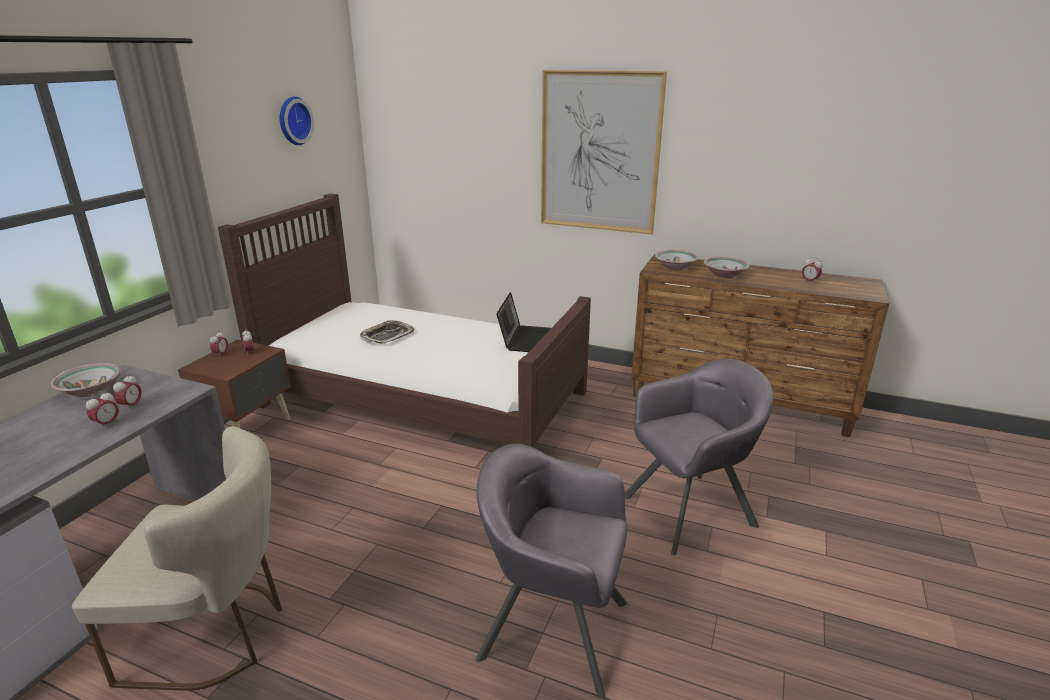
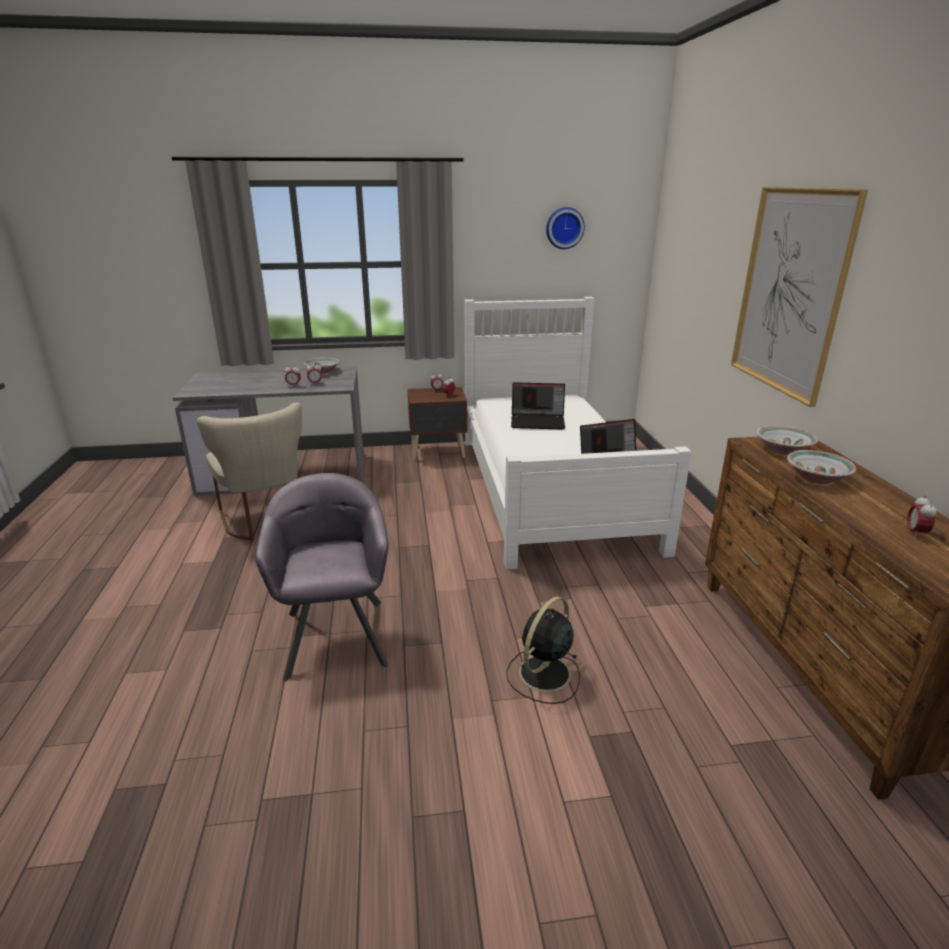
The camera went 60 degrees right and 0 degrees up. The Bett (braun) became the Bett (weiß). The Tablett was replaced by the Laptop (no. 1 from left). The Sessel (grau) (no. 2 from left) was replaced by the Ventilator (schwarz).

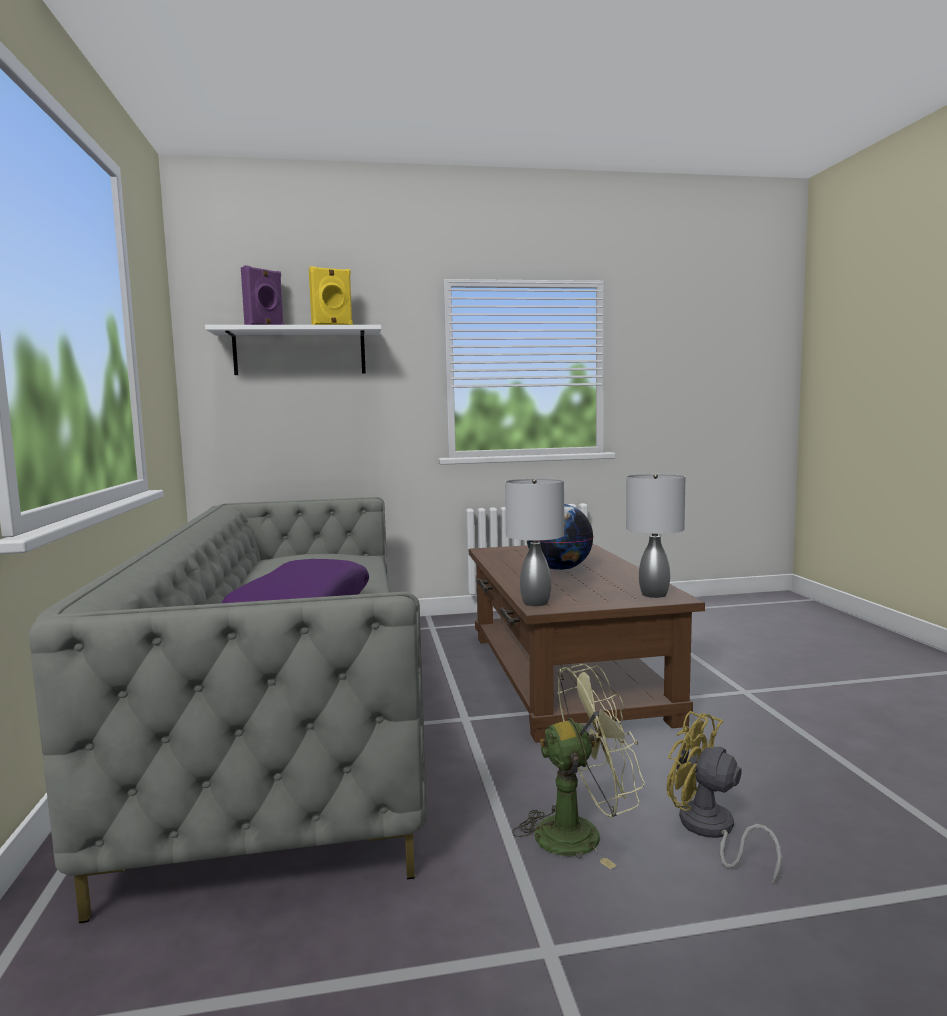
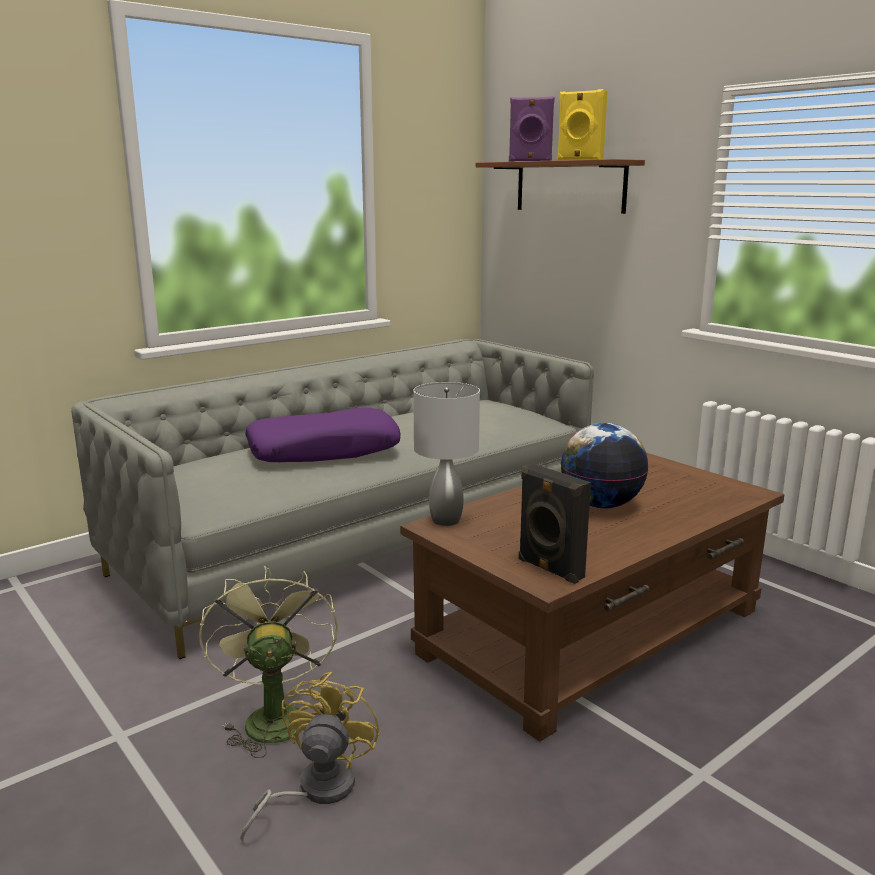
The camera went 60 degrees right and 10 degrees up. The Wandregal (weiß) became the Wandregal (braun). The Ventilator (grün) turned 150 degrees counterclockwise. The Tischlampe (grau) (no. 2 from left) was replaced by the Lautsprecher (schwarz).

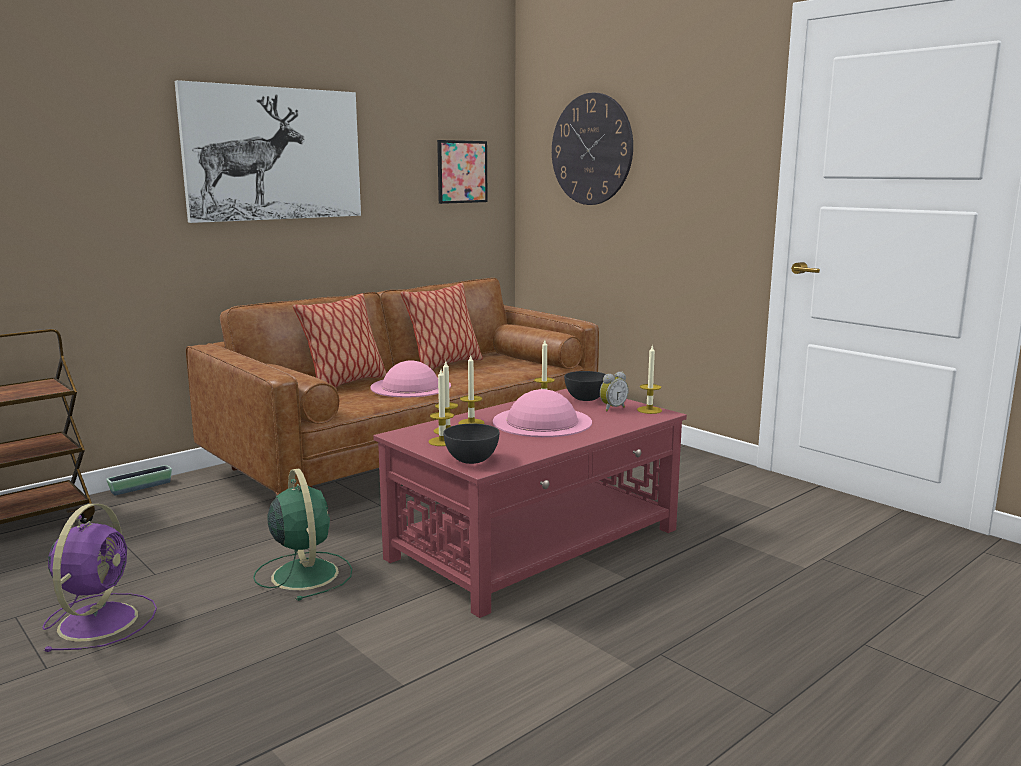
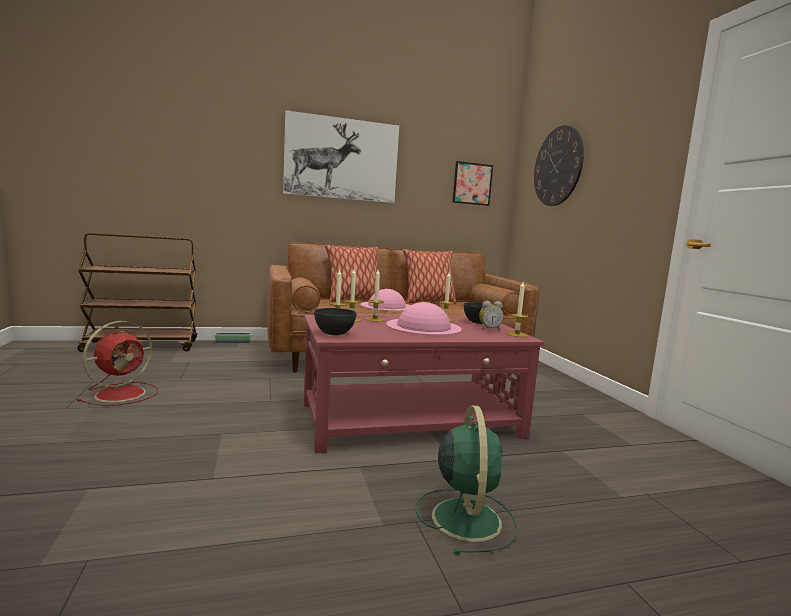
The camera went 25 degrees right and 5 degrees down. The Ventilator (lila) became the Ventilator (rot). The Ventilator (grün) moved.

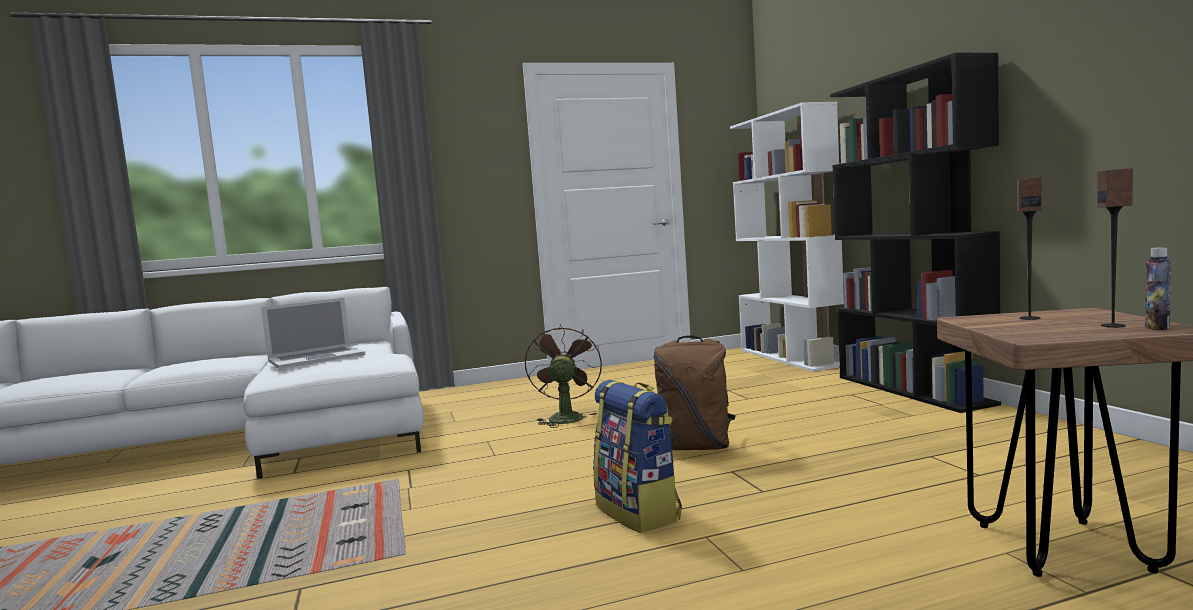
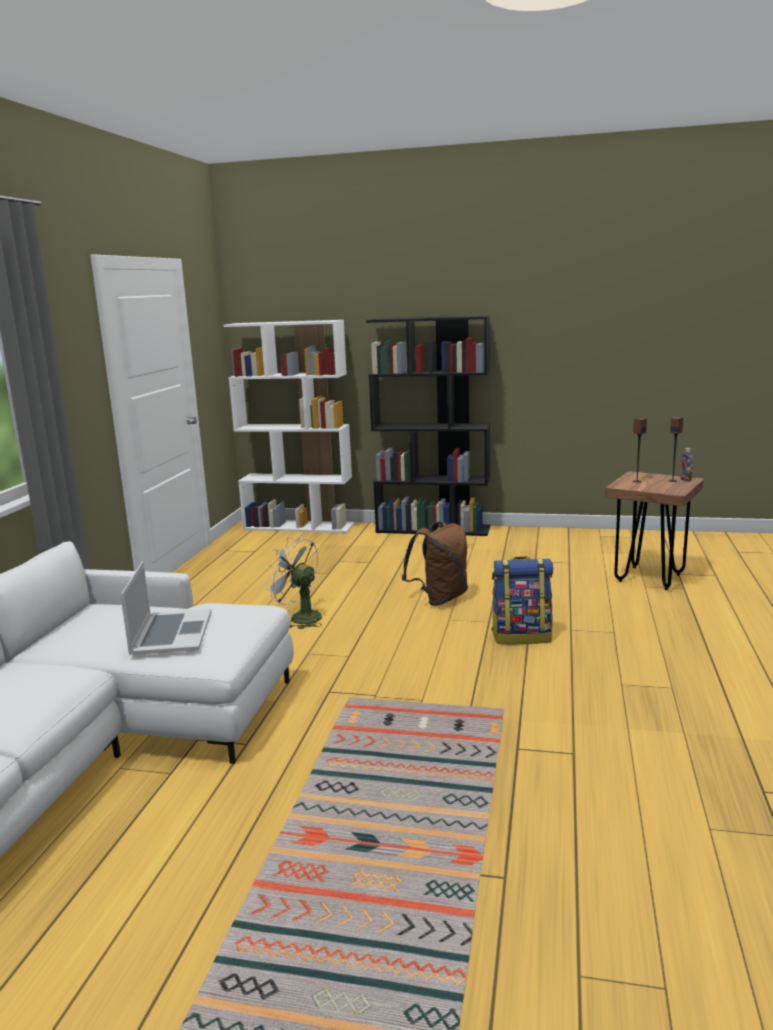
The camera went 60 degrees left and 10 degrees up. The Ventilator (braun) became the Ventilator (weiß).

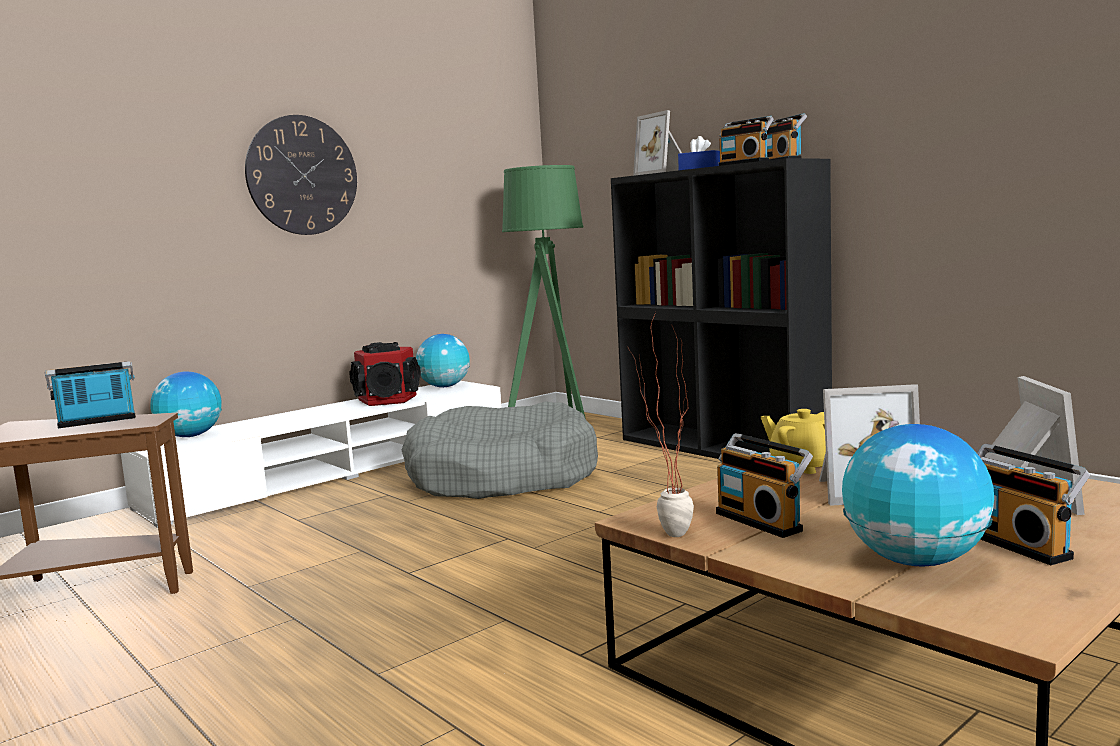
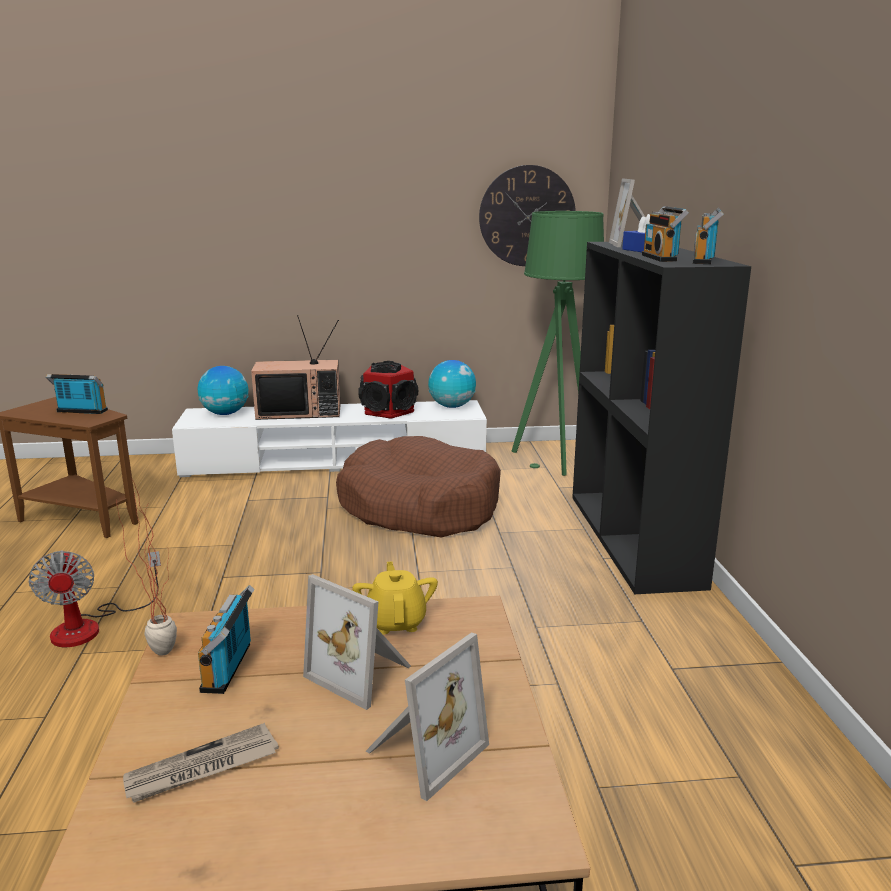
The camera went 35 degrees right and 10 degrees up. The Wanduhr moved. The Hundebett (grau) became the Hundebett (braun). The Globus (no. 3 from left) was replaced by the Zeitung. The Radio (no. 5 from left) disappeared. The Ventilator appeared. The Fernseher appeared.

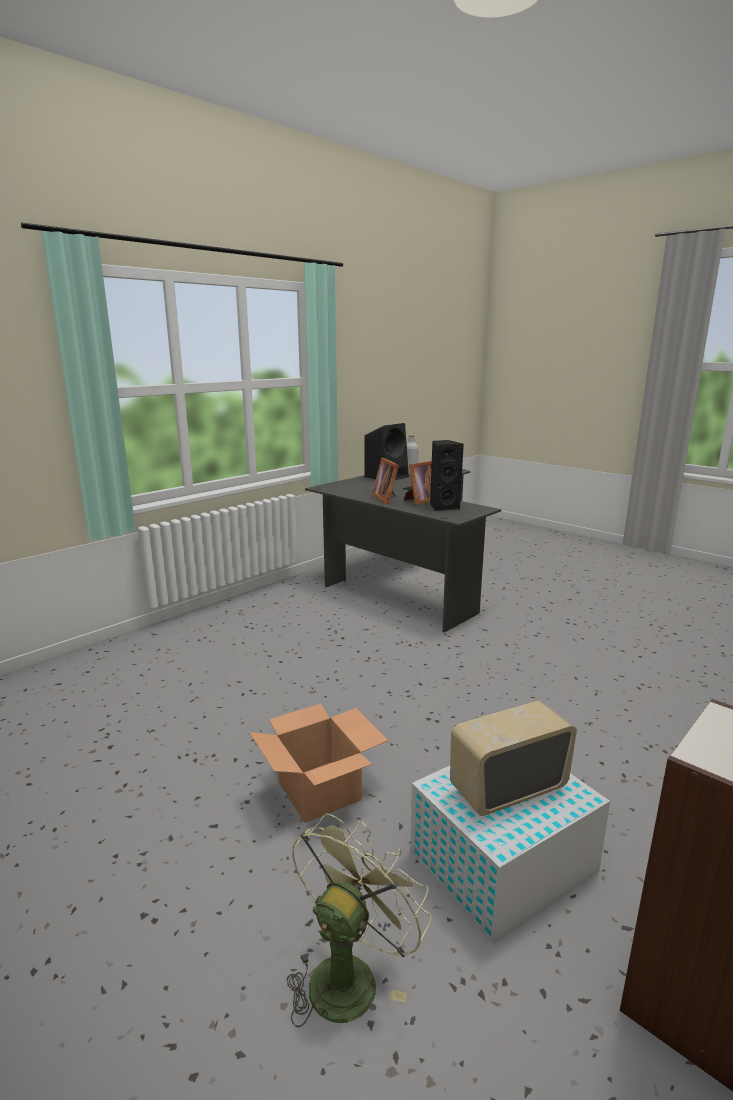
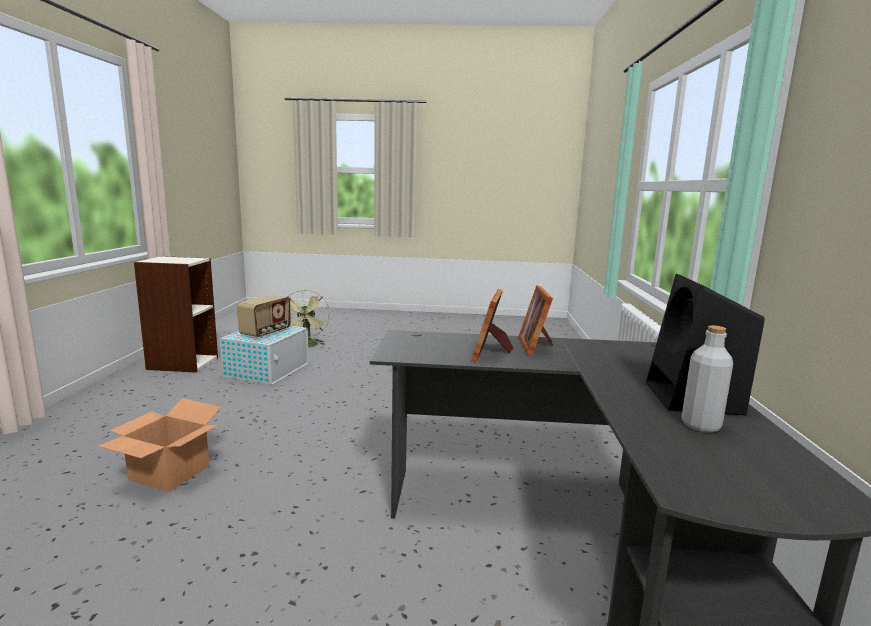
The camera went 140 degrees right and 5 degrees down. The Karton moved. The Bilderrahmen (no. 1 from left in the first image) turned 120 degrees counterclockwise. The Lautsprecher (schwarz) (no. 2 from left) disappeared.

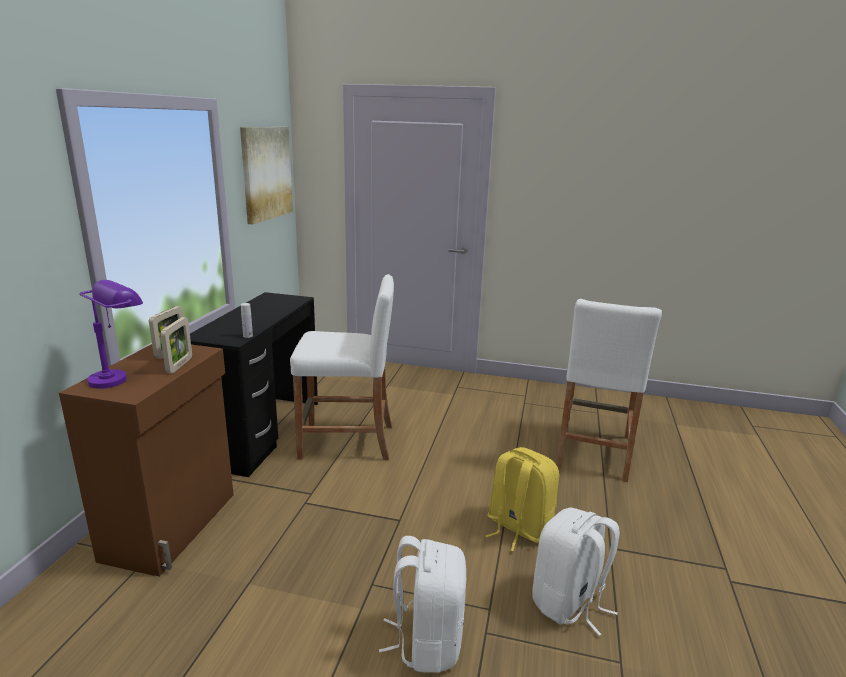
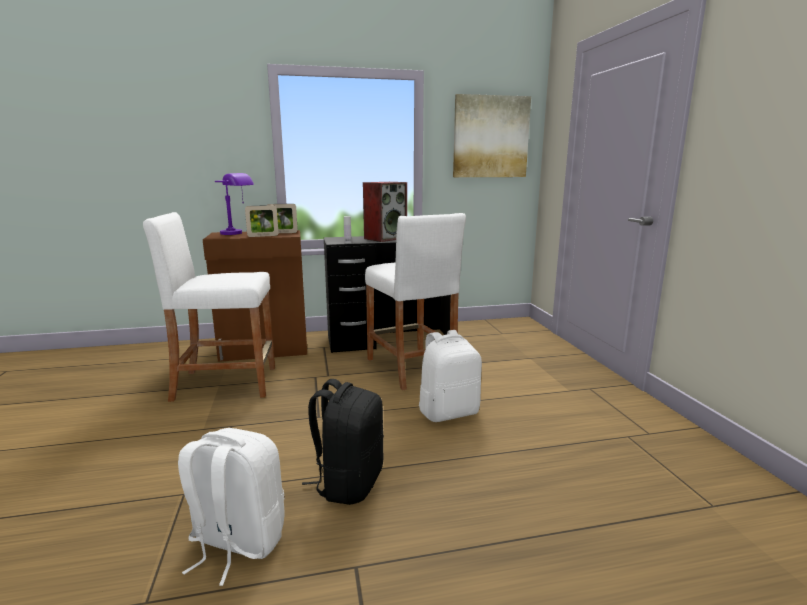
The camera went 65 degrees right and 5 degrees down. The Rucksack (weiß) (no. 1 from left in the first image) moved. The Rucksack (gelb) became the Rucksack (schwarz). The Hocker (weiß) (no. 2 from left in the first image) moved. The Lautsprecher appeared.

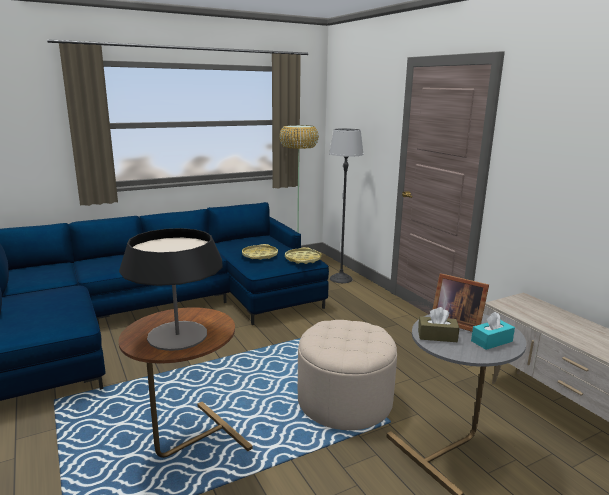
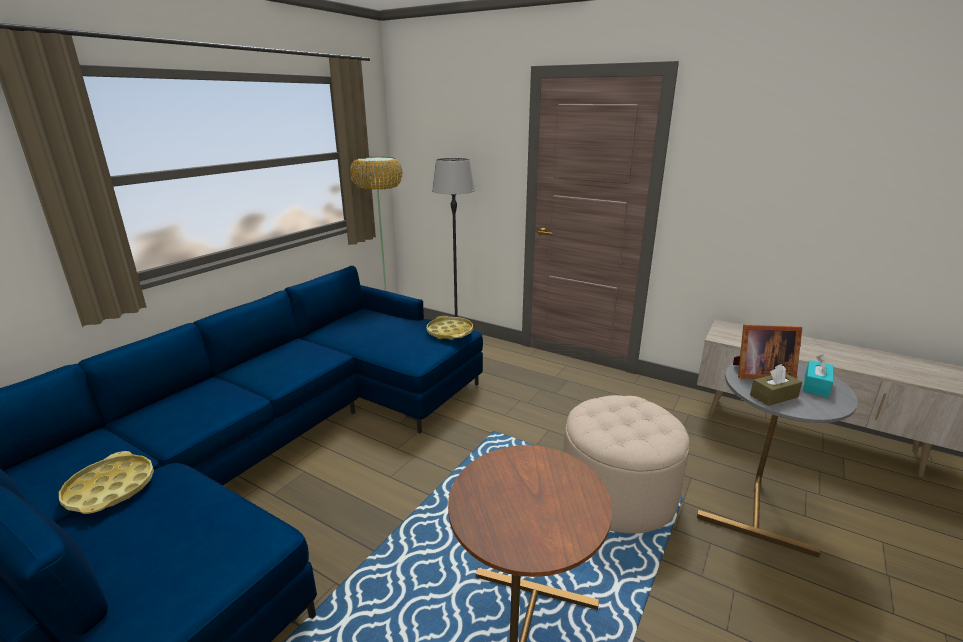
The camera went 30 degrees left and 5 degrees up. The Tischlampe disappeared. The Tablett (gelb) (no. 1 from left) moved.

